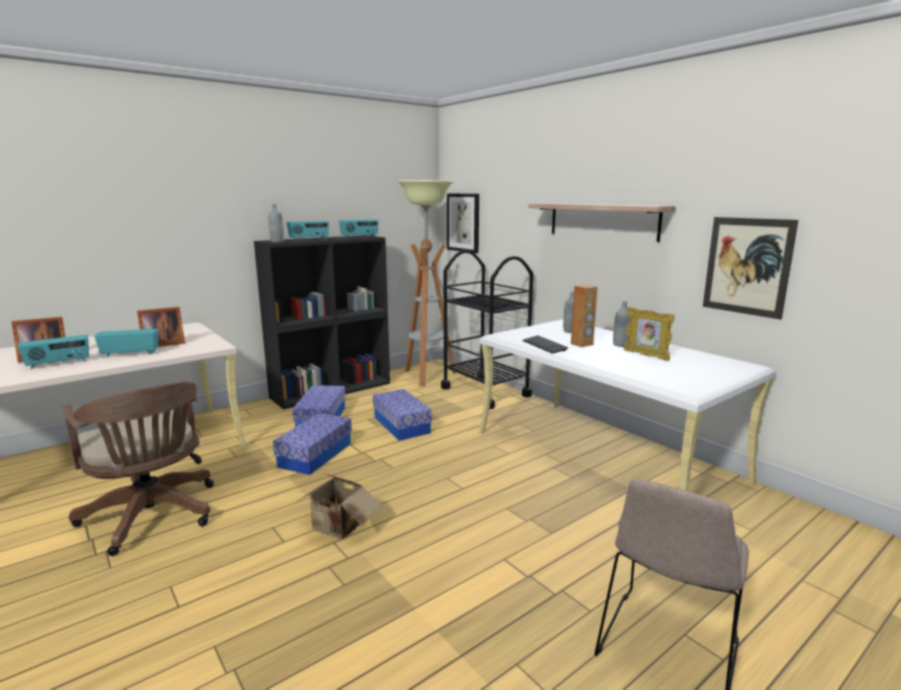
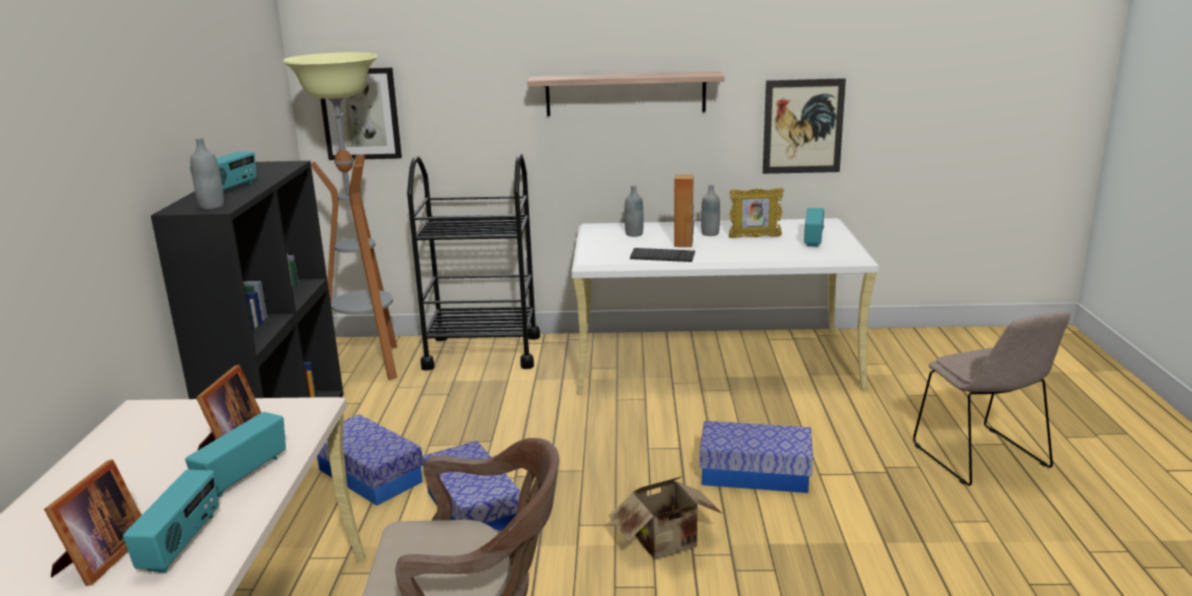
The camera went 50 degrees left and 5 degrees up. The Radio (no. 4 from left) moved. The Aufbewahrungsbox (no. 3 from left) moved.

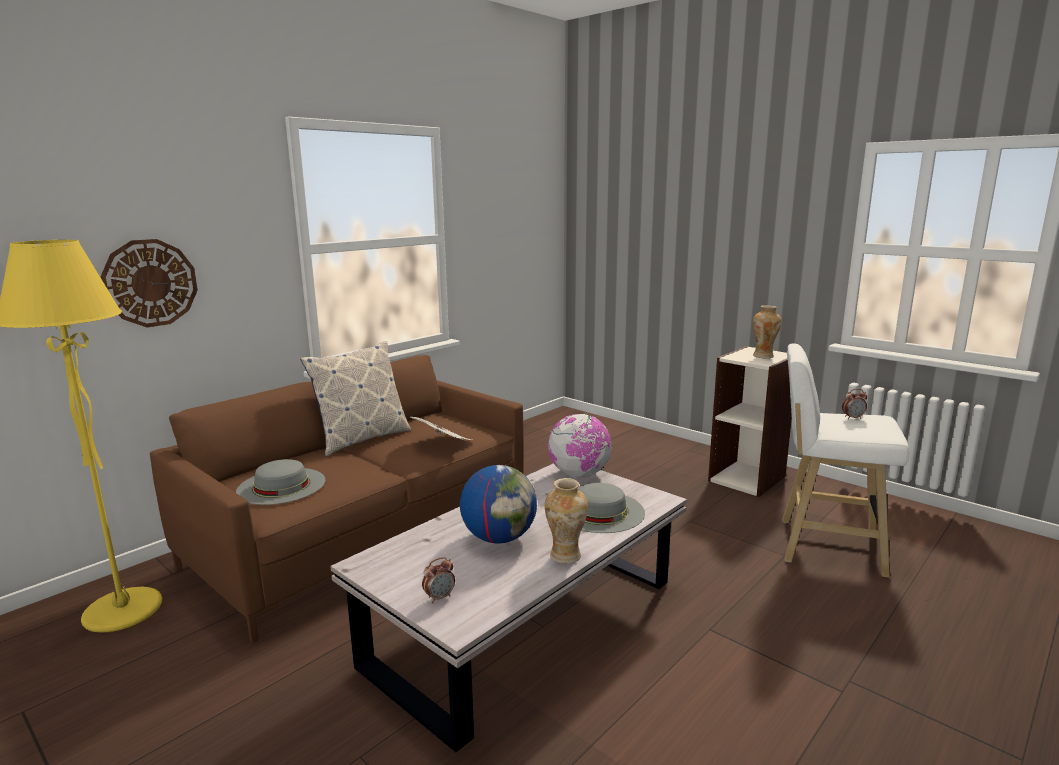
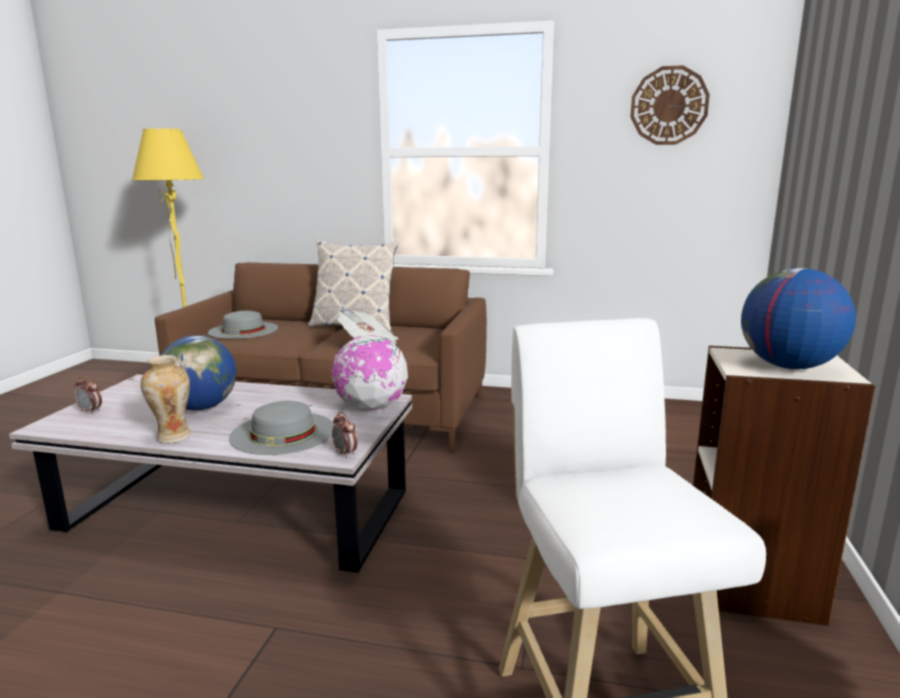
The camera went 60 degrees right and 0 degrees up. The Wanduhr moved. The Vase (no. 2 from left) was replaced by the Globus (no. 3 from left). The Wecker (no. 2 from left) moved.

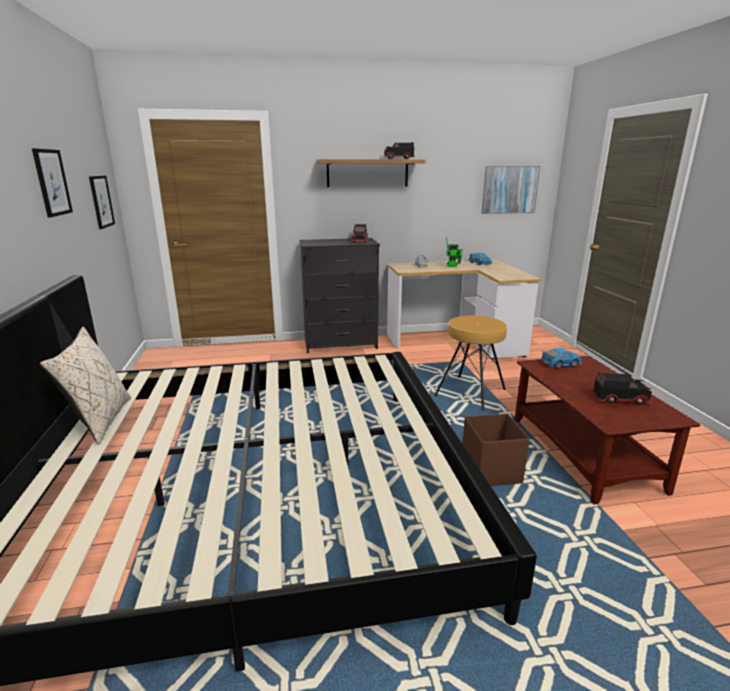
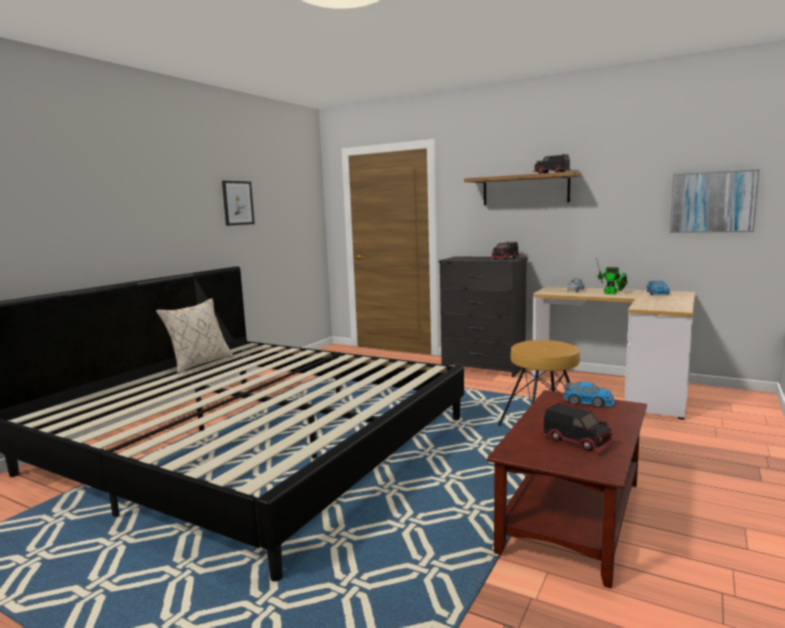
The camera went 40 degrees right and 10 degrees down. The Bild (no. 2 from left) disappeared. The Aufbewahrungsbox (braun) disappeared.

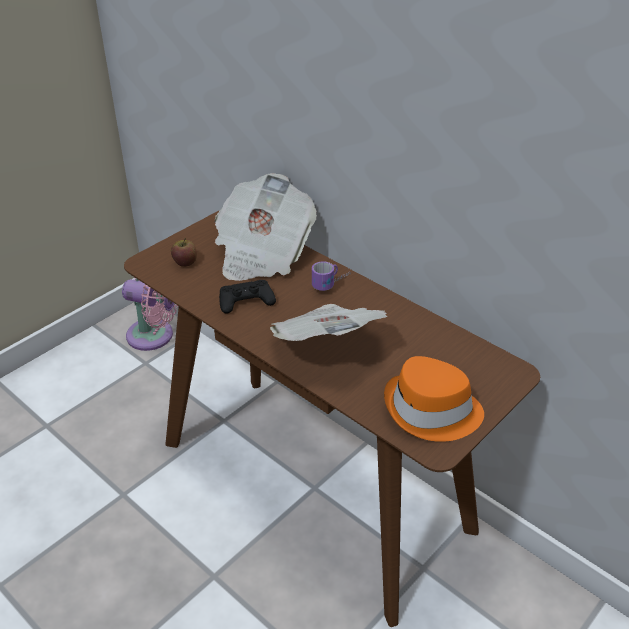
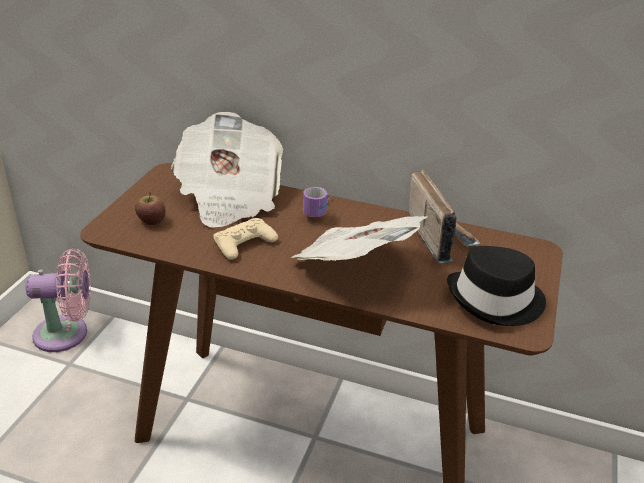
The camera went 25 degrees left and 5 degrees down. The Gamepad (schwarz) became the Gamepad (beige). The Hut (orange) became the Hut (schwarz). The Radio appeared.

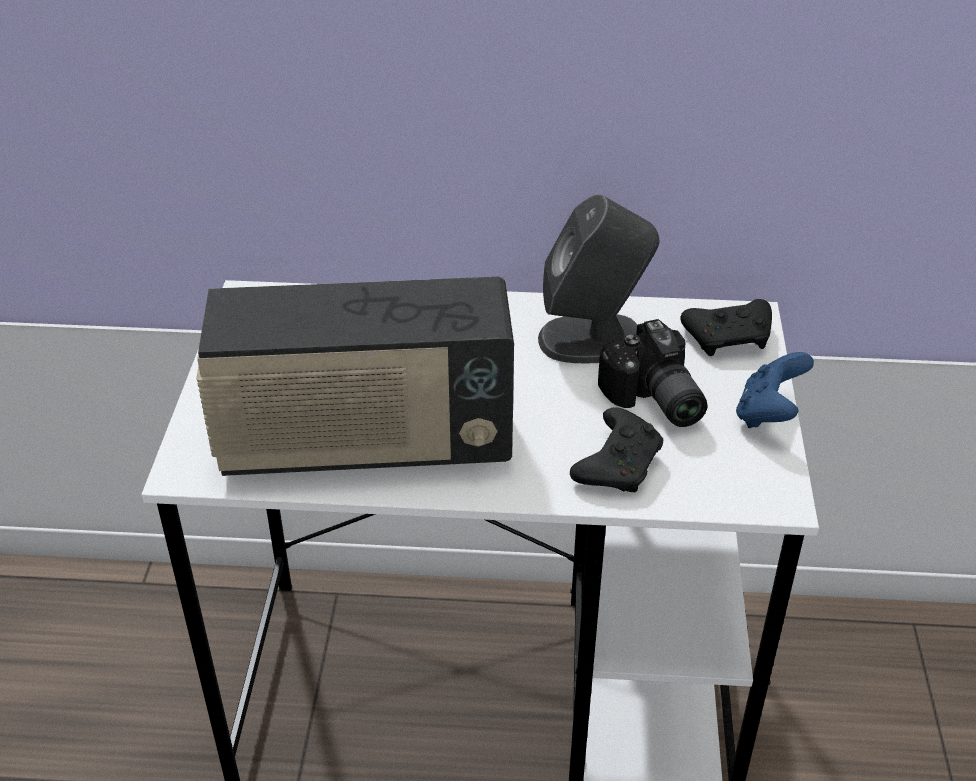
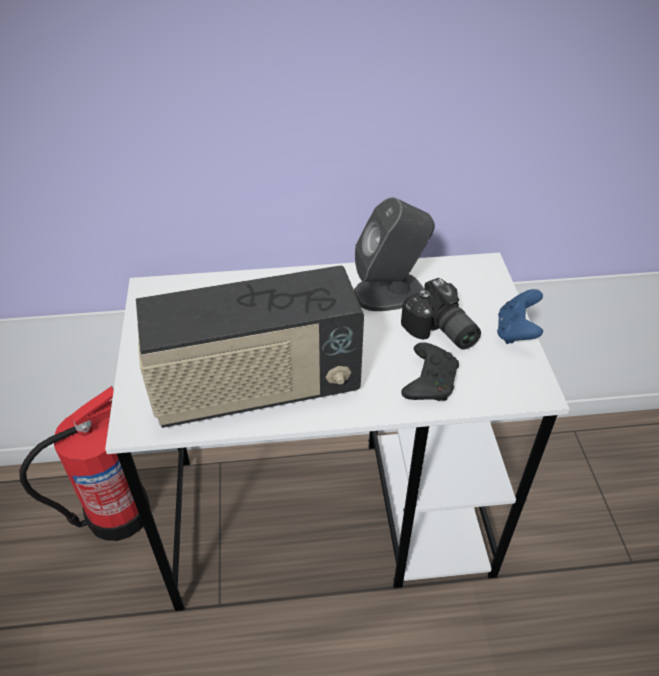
The camera went 10 degrees left and 5 degrees up. The Gamepad (schwarz) (no. 2 from left) disappeared. The Feuerlöscher appeared.

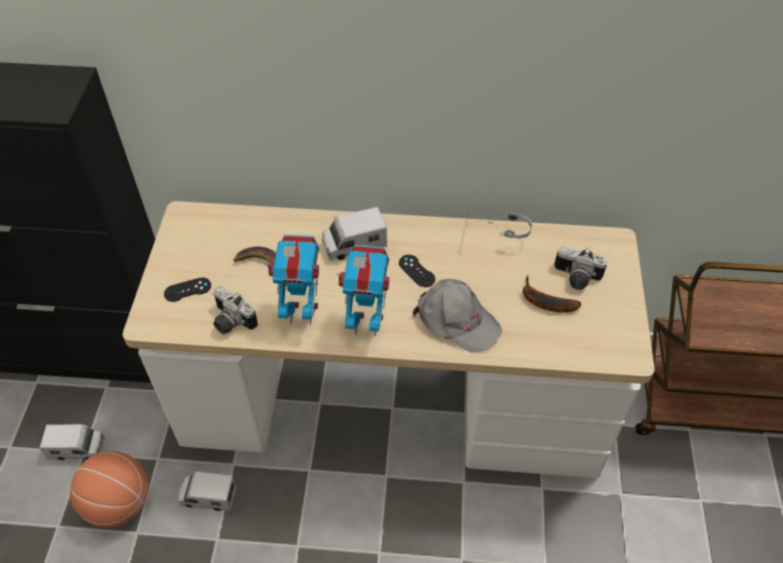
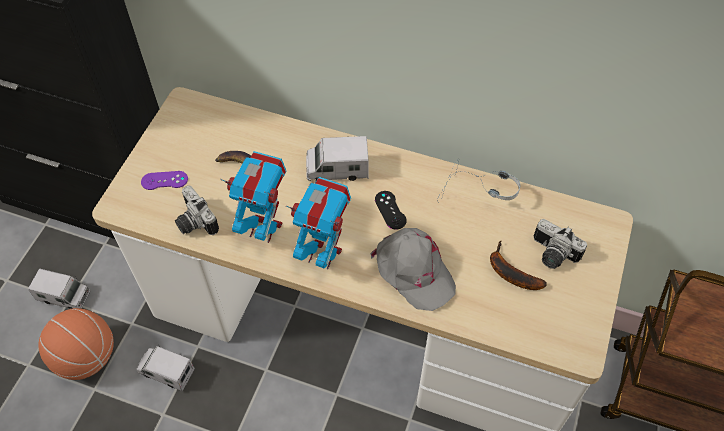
The camera went 15 degrees right and 5 degrees up. The Gamepad (schwarz) (no. 1 from left) became the Gamepad (lila).

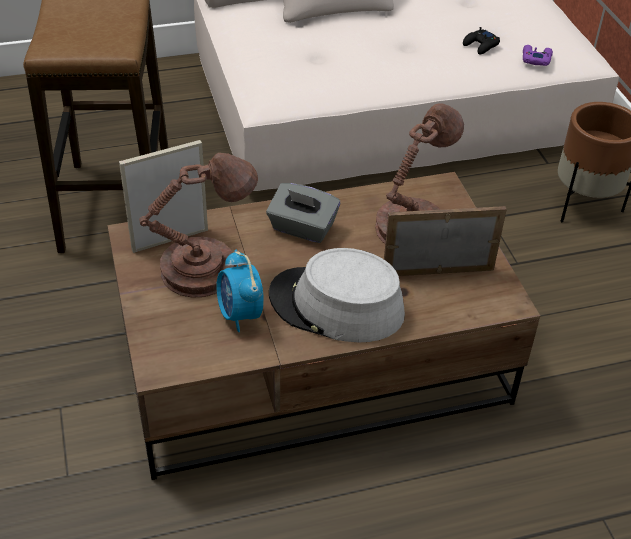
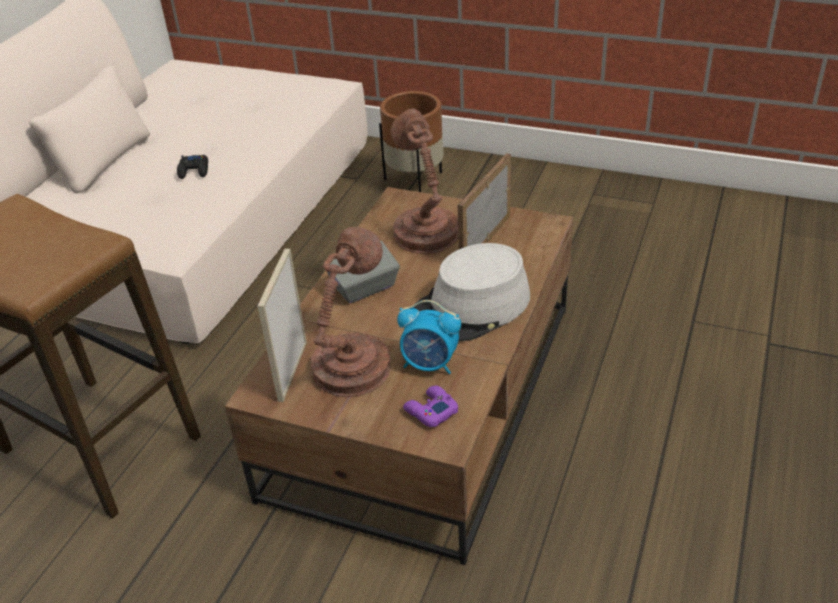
The camera went 50 degrees left and 5 degrees down. The Gamepad (schwarz) moved. The Gamepad (lila) moved.

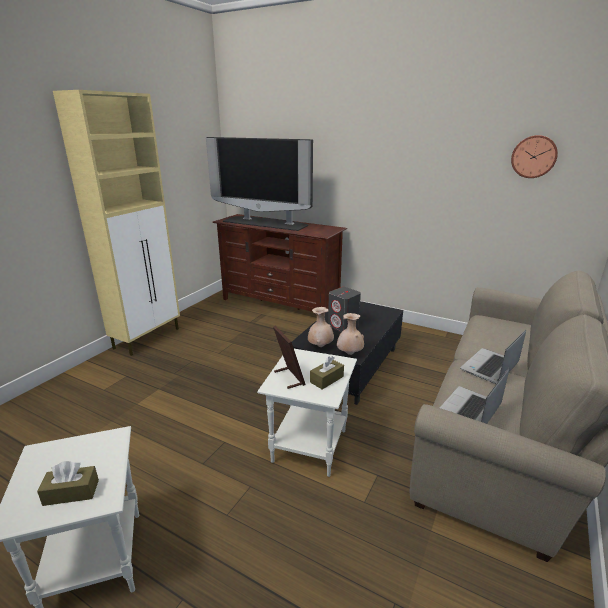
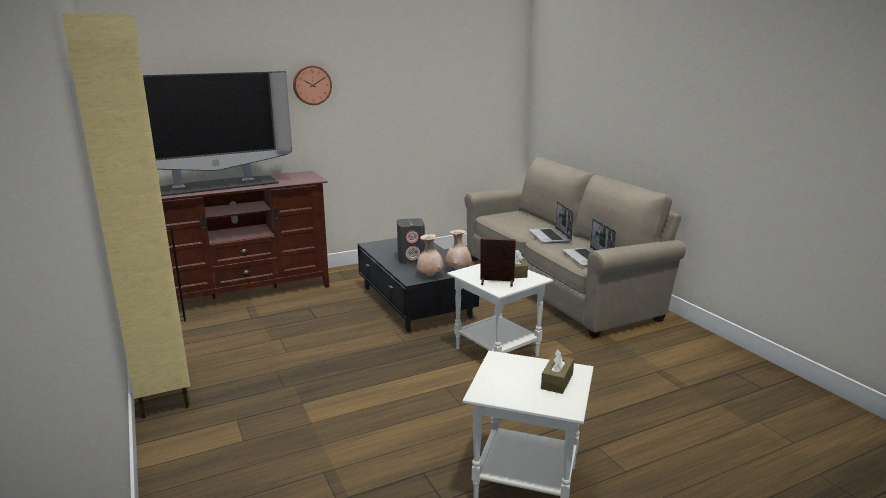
The camera went 55 degrees left and 5 degrees down. The Wanduhr moved.

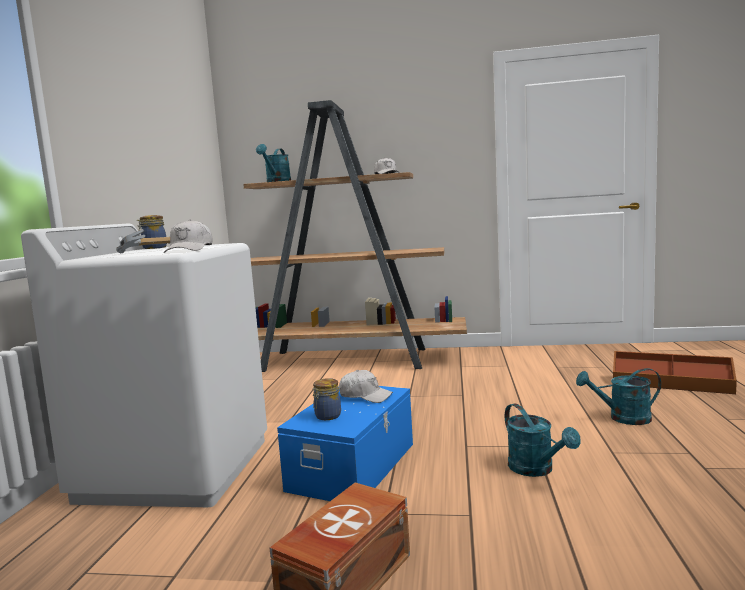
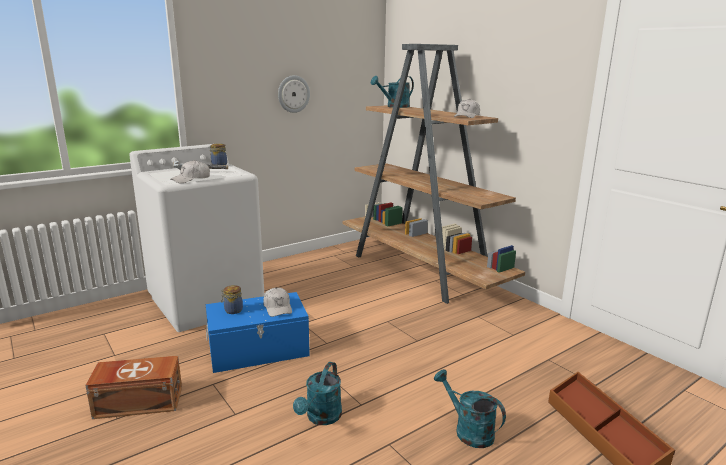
The camera went 45 degrees right and 10 degrees up. The Wanduhr appeared.

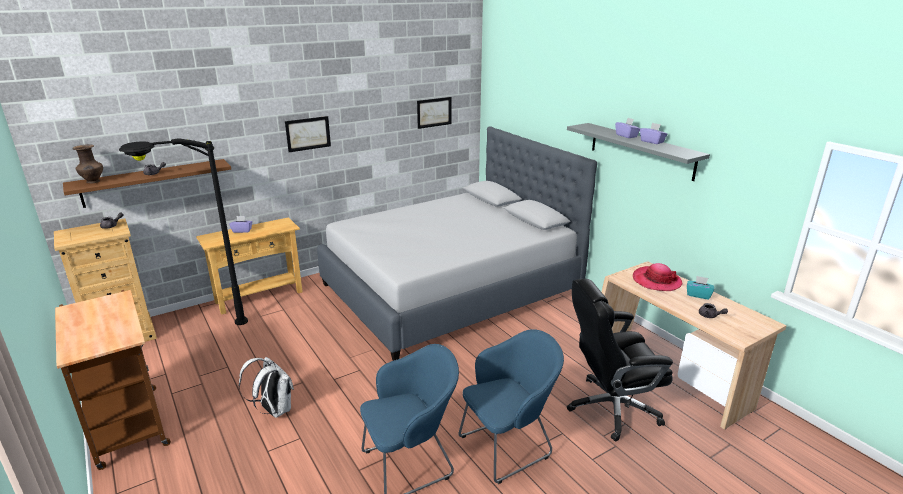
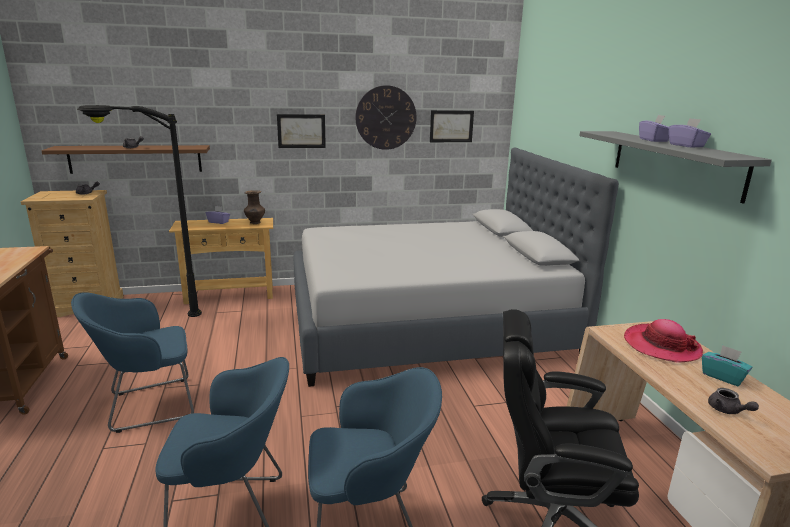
The camera went 20 degrees right and 5 degrees down. The Vase (braun) moved. The Rucksack (weiß) was replaced by the Sessel (blau) (no. 1 from left). The Wanduhr appeared.

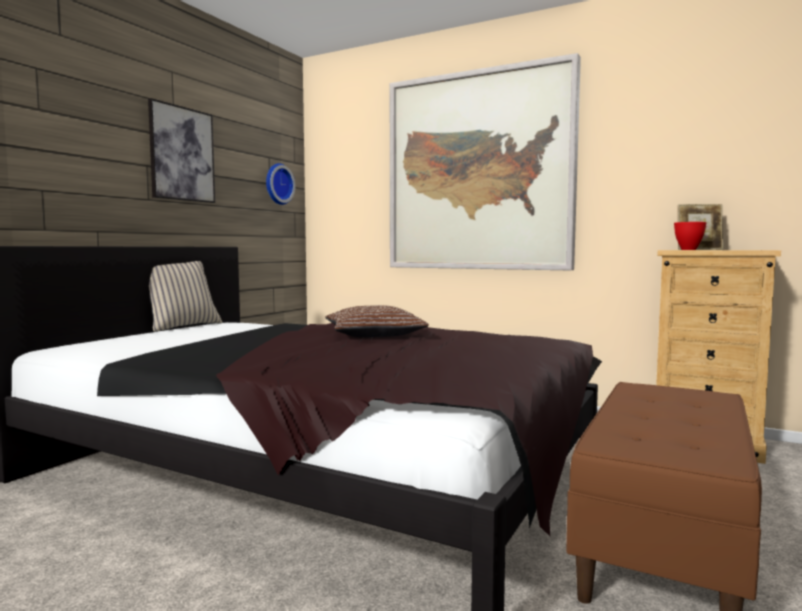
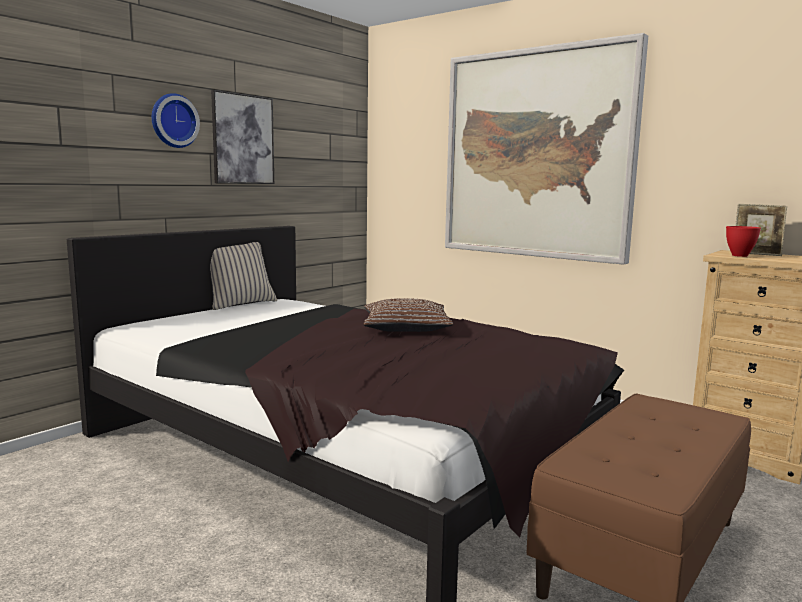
The camera went 10 degrees right and 5 degrees up. The Wanduhr moved.

